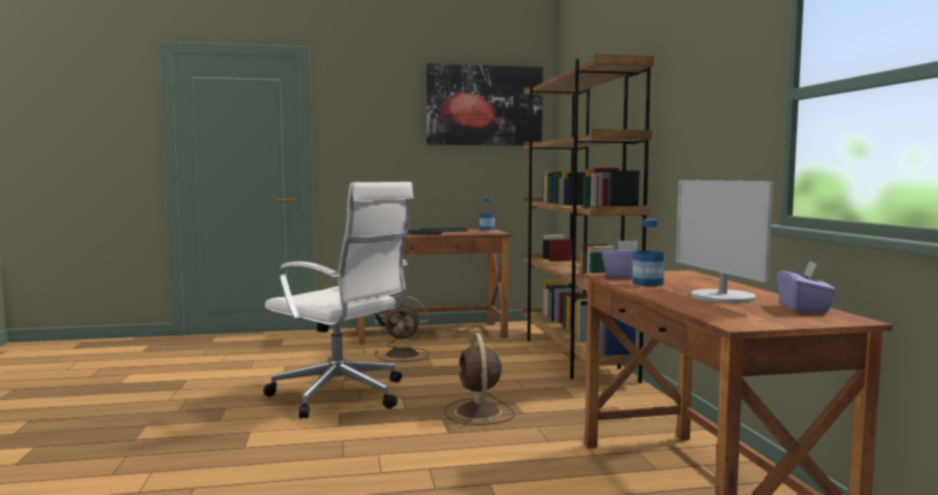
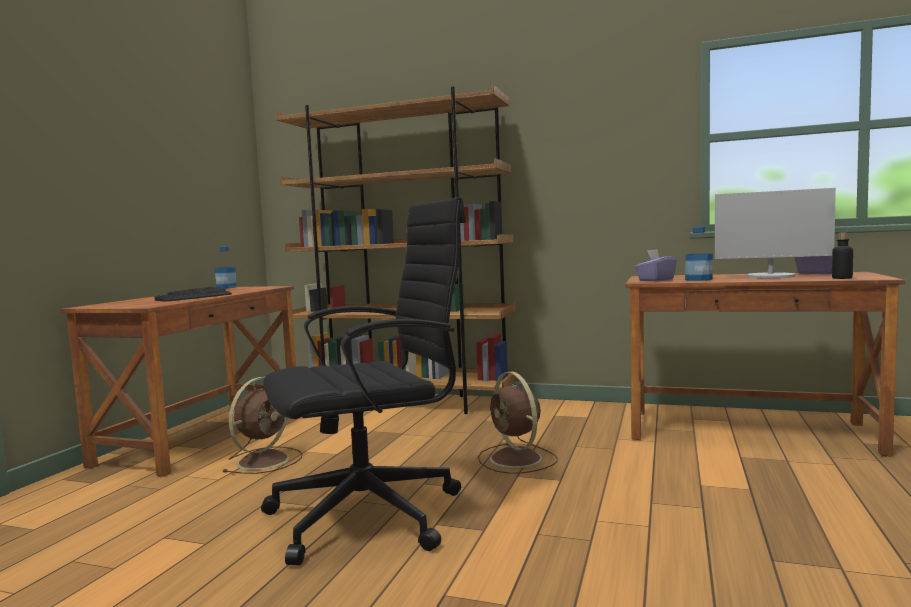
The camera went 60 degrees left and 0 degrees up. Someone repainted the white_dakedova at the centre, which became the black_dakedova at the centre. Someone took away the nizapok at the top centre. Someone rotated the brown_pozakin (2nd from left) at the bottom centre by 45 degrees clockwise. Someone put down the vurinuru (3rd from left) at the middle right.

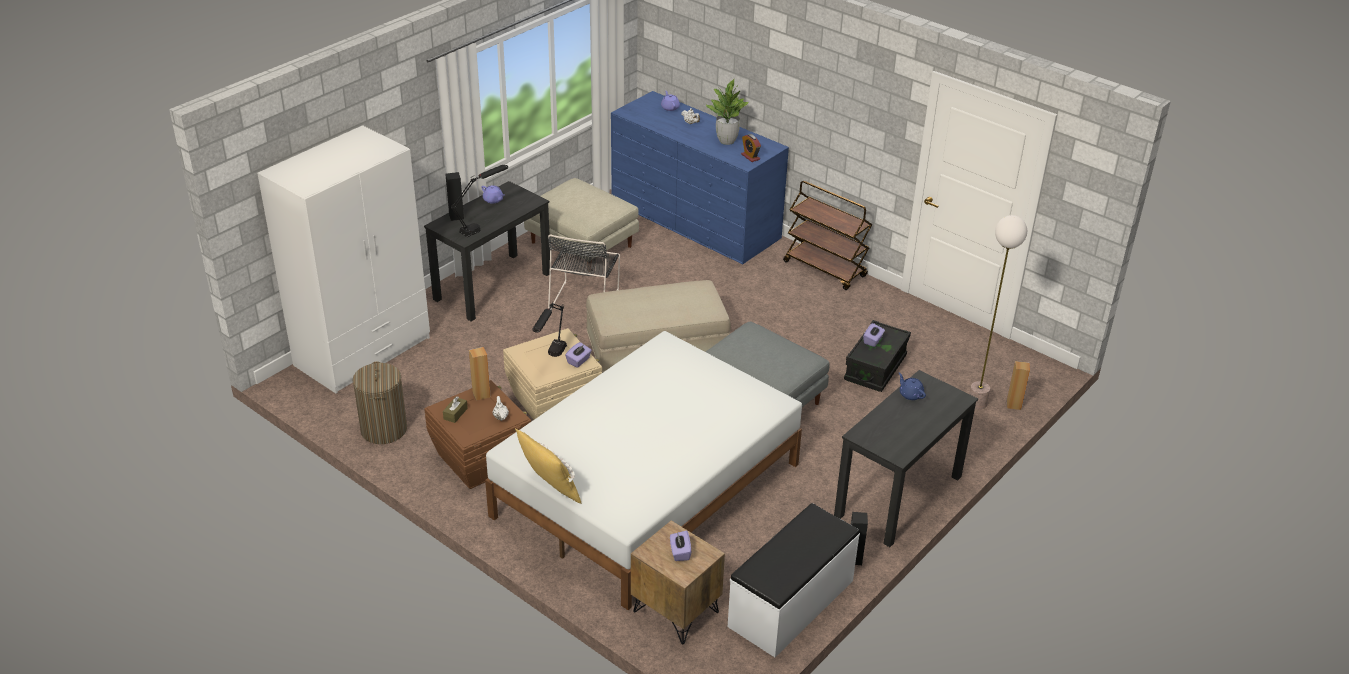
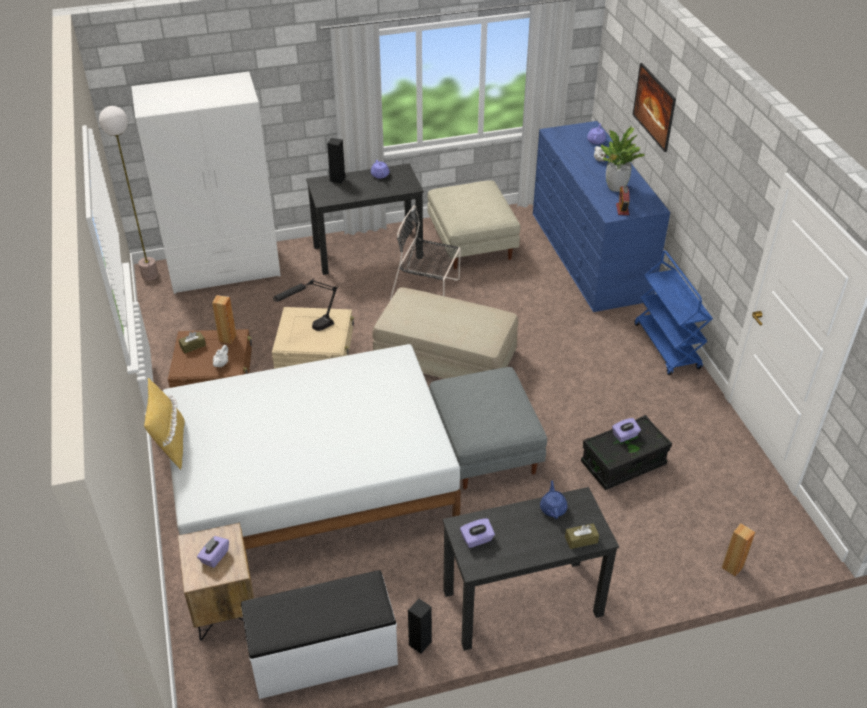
The camera went 35 degrees right and 5 degrees up. Someone took away the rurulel at the middle left. Someone took away the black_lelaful (1st from left) at the top centre. Someone rotated the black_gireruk at the centre by 60 degrees clockwise. Someone carried the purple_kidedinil (1st from left in the first image) from the centre to the bottom centre. Someone repainted the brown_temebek at the centre, which became the blue_temebek at the middle right. Someone carried the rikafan from the middle right to the top left. Someone put down the brown_kidedinil (2nd from left) at the bottom right. Someone put up the nizapok at the top right.

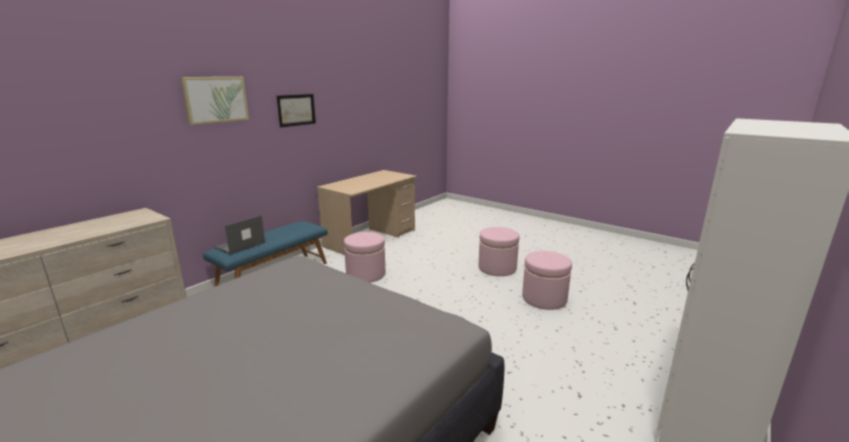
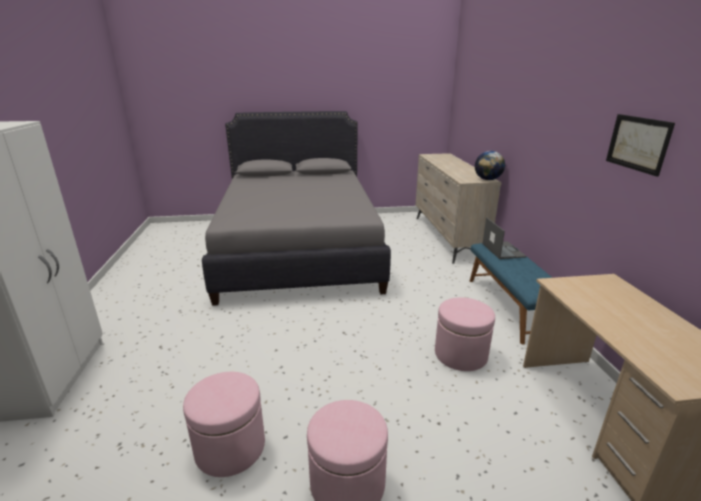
The camera went 135 degrees right and 5 degrees up. Someone took away the nizapok (1st from left) at the top left. Someone put down the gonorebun at the top right.

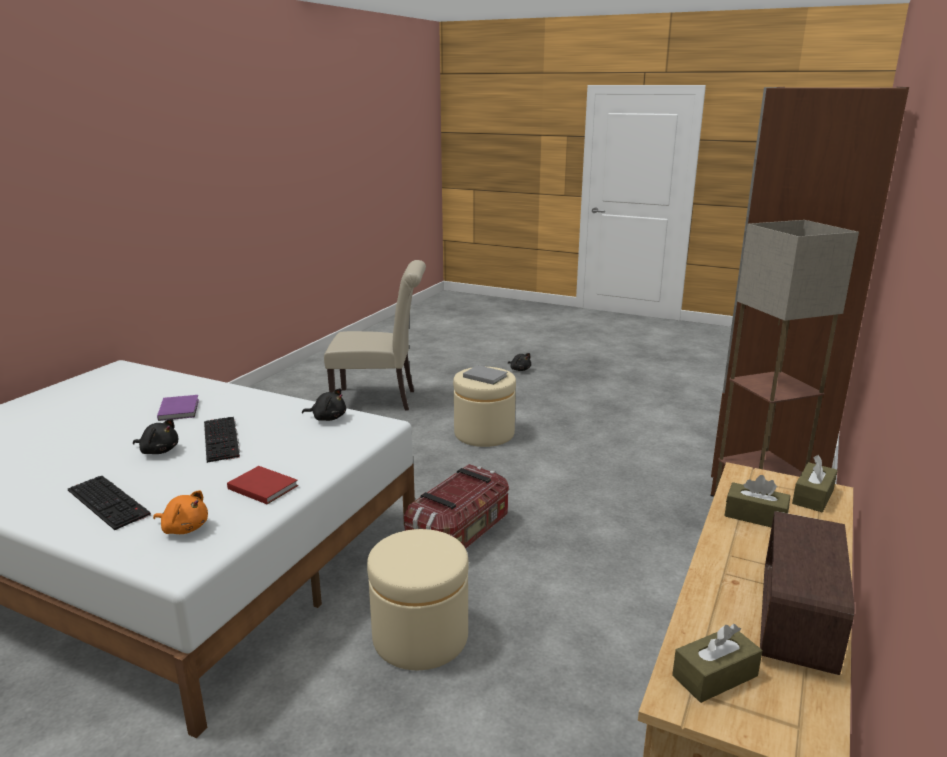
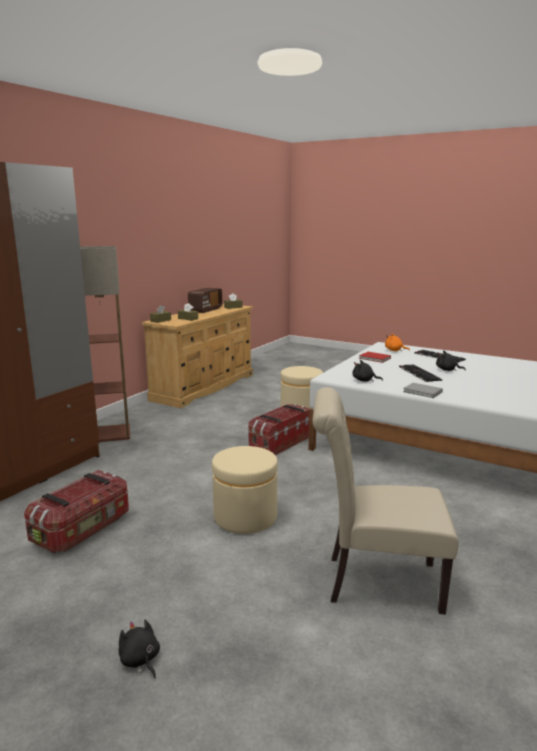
The camera went 175 degrees left and 5 degrees down. Someone took away the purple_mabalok at the middle left. Someone carried the grey_mabalok from the centre to the middle right. Someone put down the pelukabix (1st from left) at the bottom left.

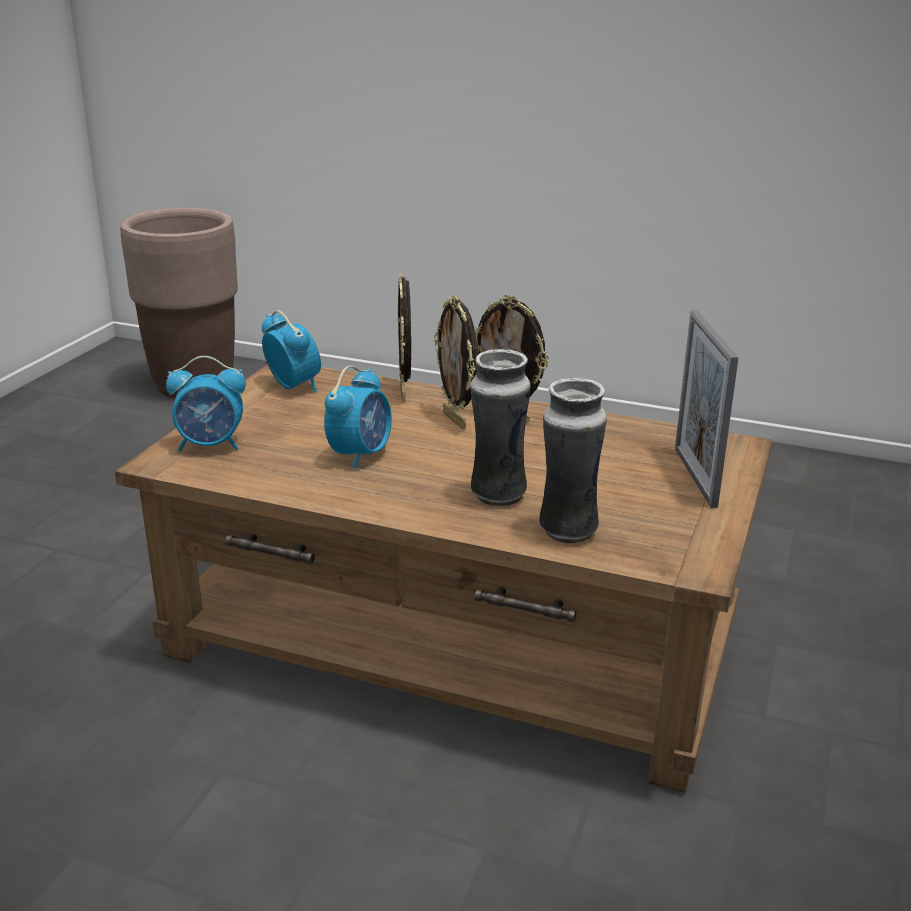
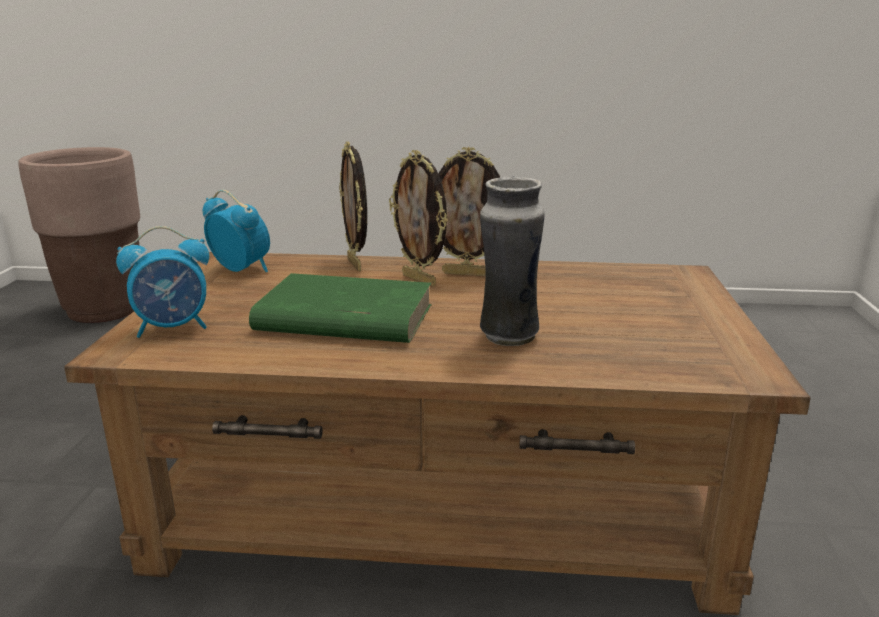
The camera went 15 degrees left and 5 degrees down. Someone swapped the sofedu (3rd from left) at the centre for the green_mabalok at the centre. Someone took away the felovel (2nd from left) at the centre. Someone took away the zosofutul (4th from left) at the middle right.

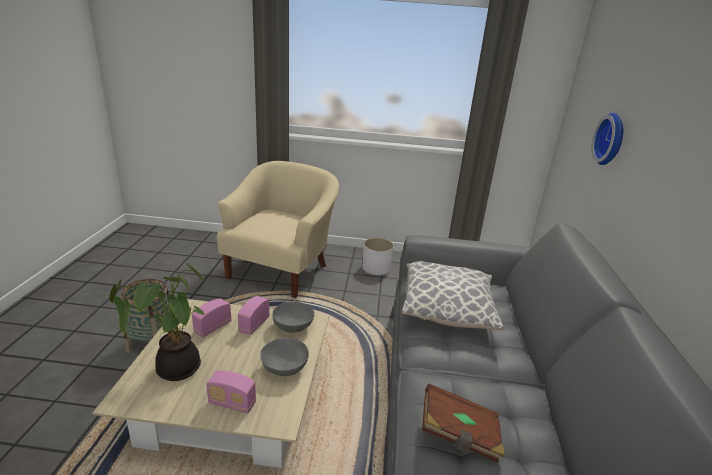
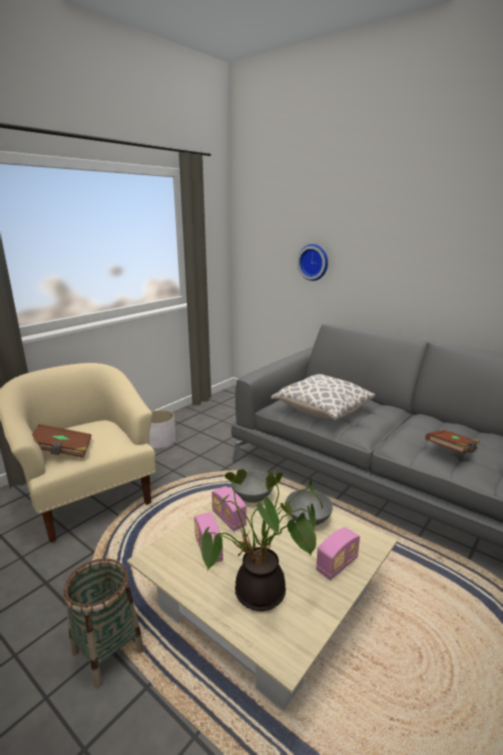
The camera went 55 degrees left and 5 degrees down. Someone put down the brown_mabalok (1st from left) at the middle left.

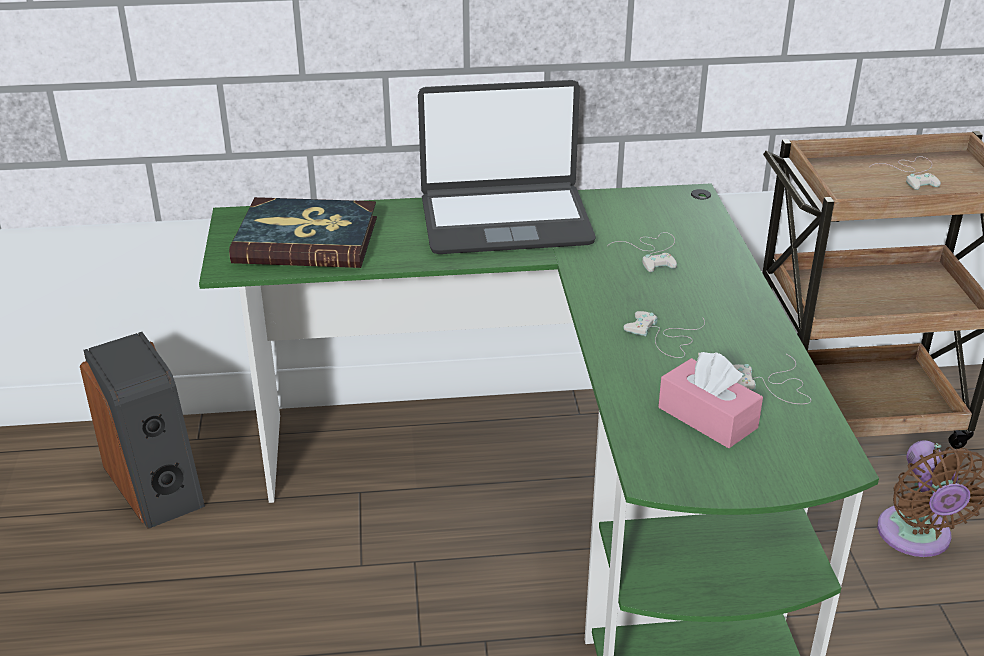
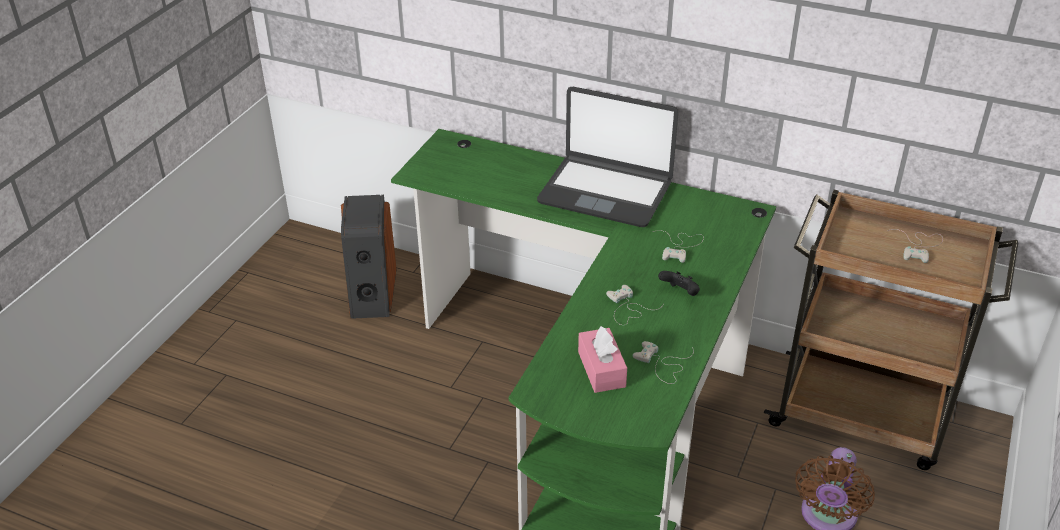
The camera went 30 degrees right and 5 degrees up. Someone took away the mabalok at the middle left. Someone put down the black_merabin at the centre.

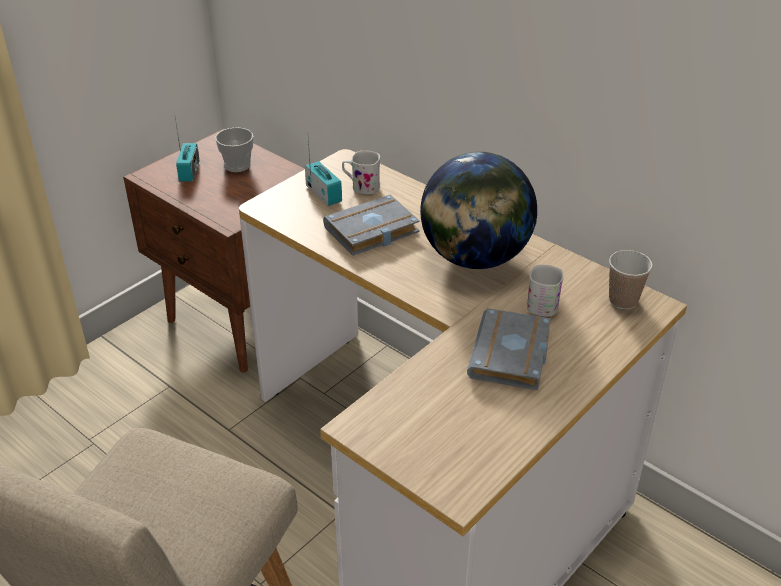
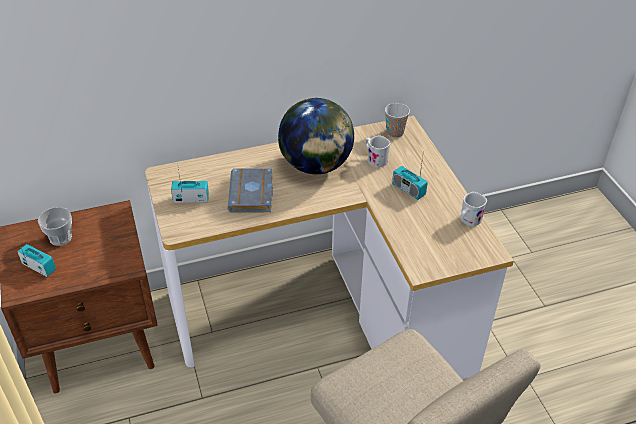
The camera went 60 degrees left and 5 degrees up. Someone carried the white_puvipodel (1st from left in the first image) from the top centre to the middle right. Someone swapped the grey_mabalok (2nd from left) at the centre for the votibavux (3rd from left) at the centre.

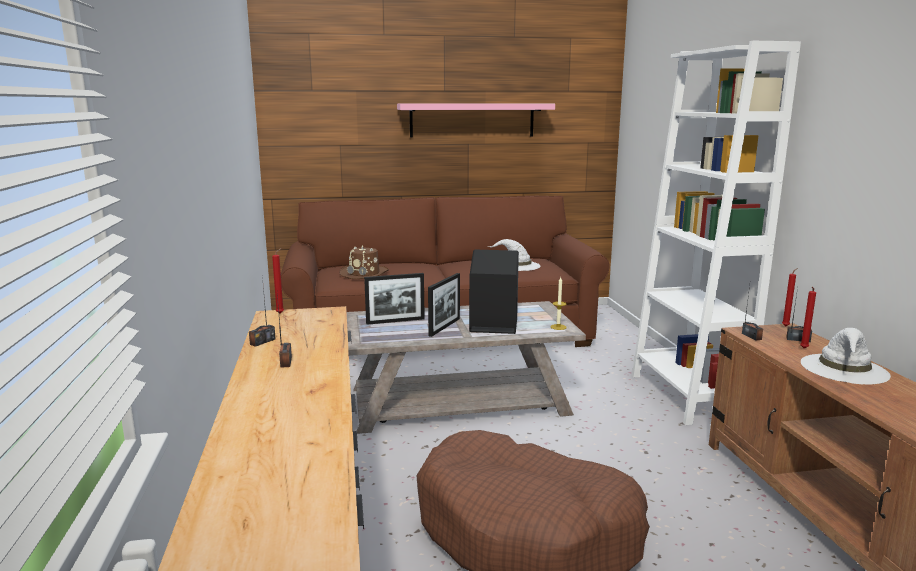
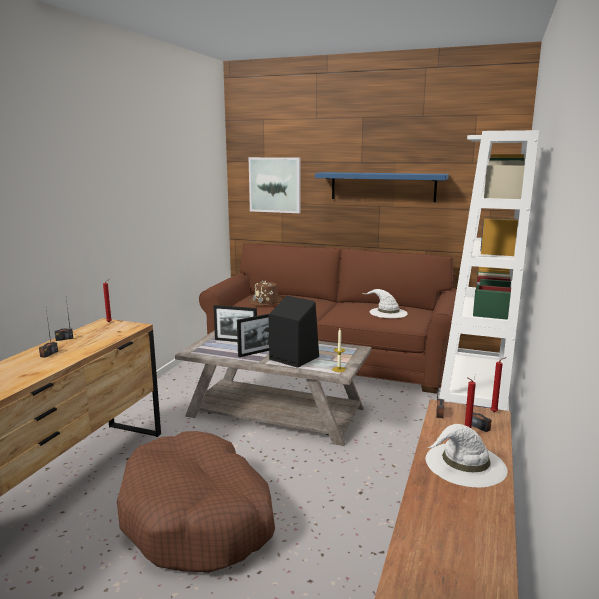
The camera went 30 degrees right and 0 degrees up. Someone repainted the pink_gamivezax at the top centre, which became the blue_gamivezax at the top centre. Someone put up the nizapok at the top centre.

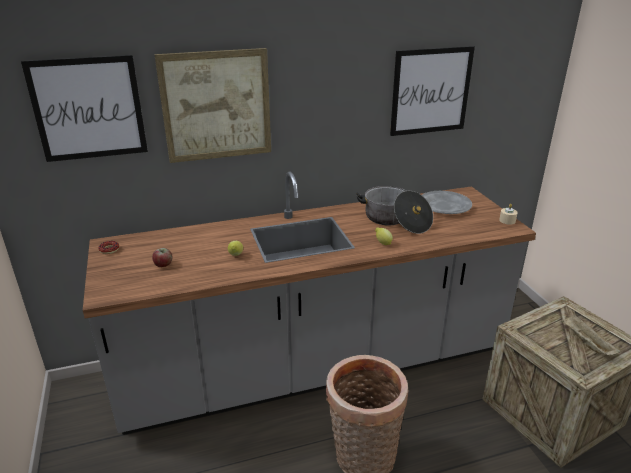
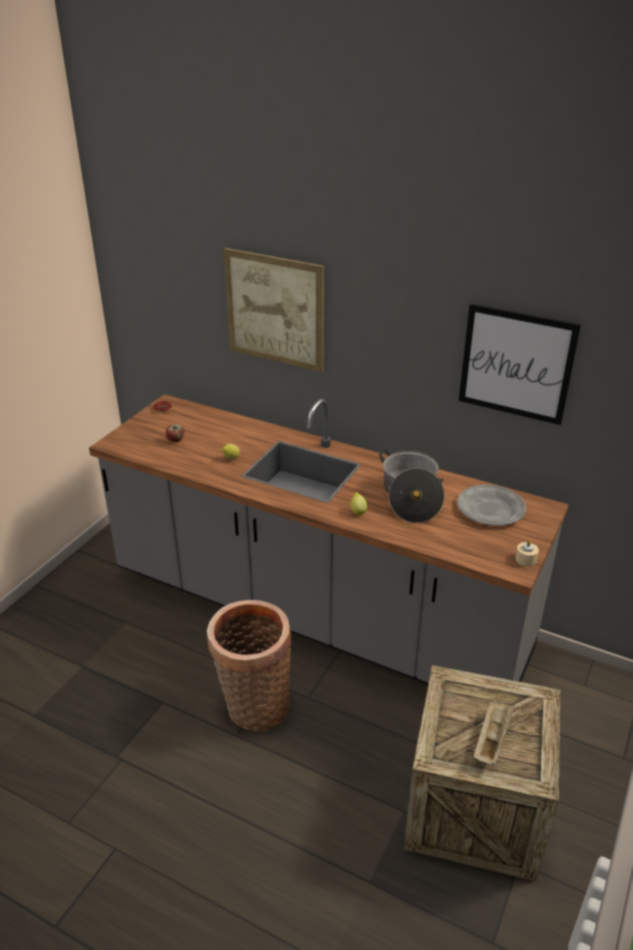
The camera went 45 degrees right and 5 degrees up. Someone took away the nizapok (1st from left) at the top left.

